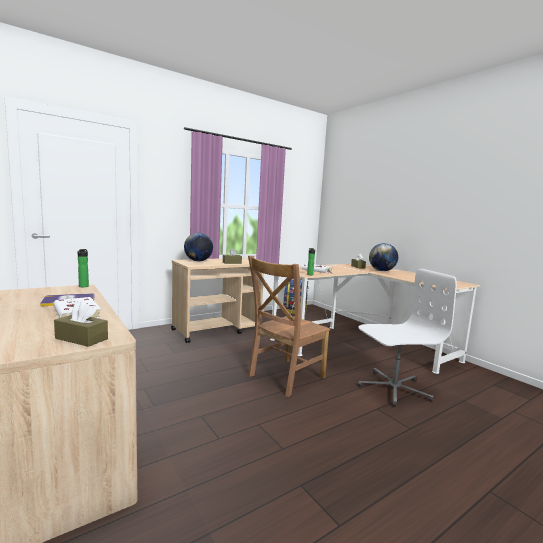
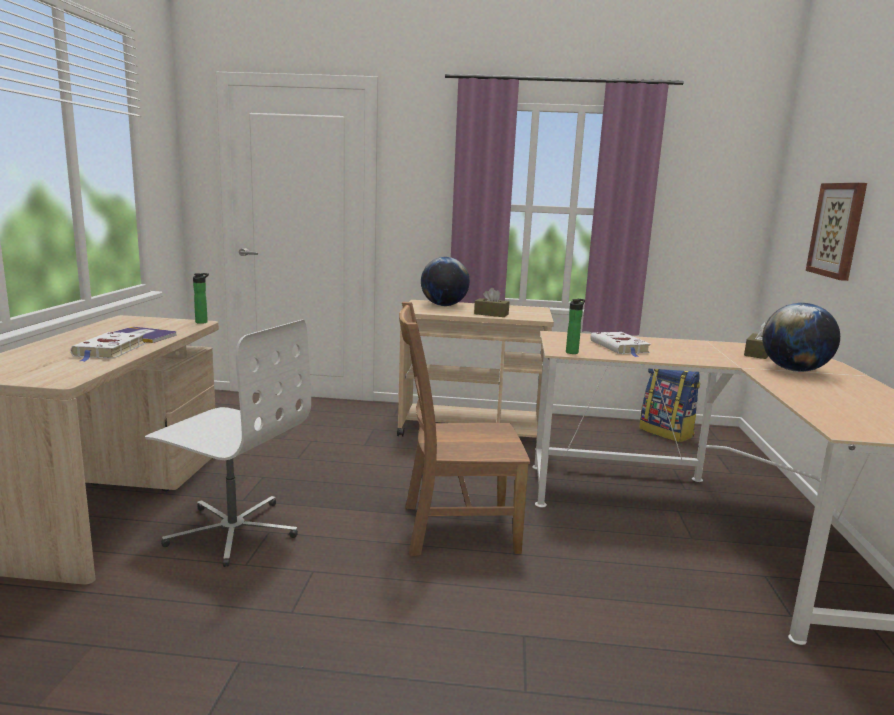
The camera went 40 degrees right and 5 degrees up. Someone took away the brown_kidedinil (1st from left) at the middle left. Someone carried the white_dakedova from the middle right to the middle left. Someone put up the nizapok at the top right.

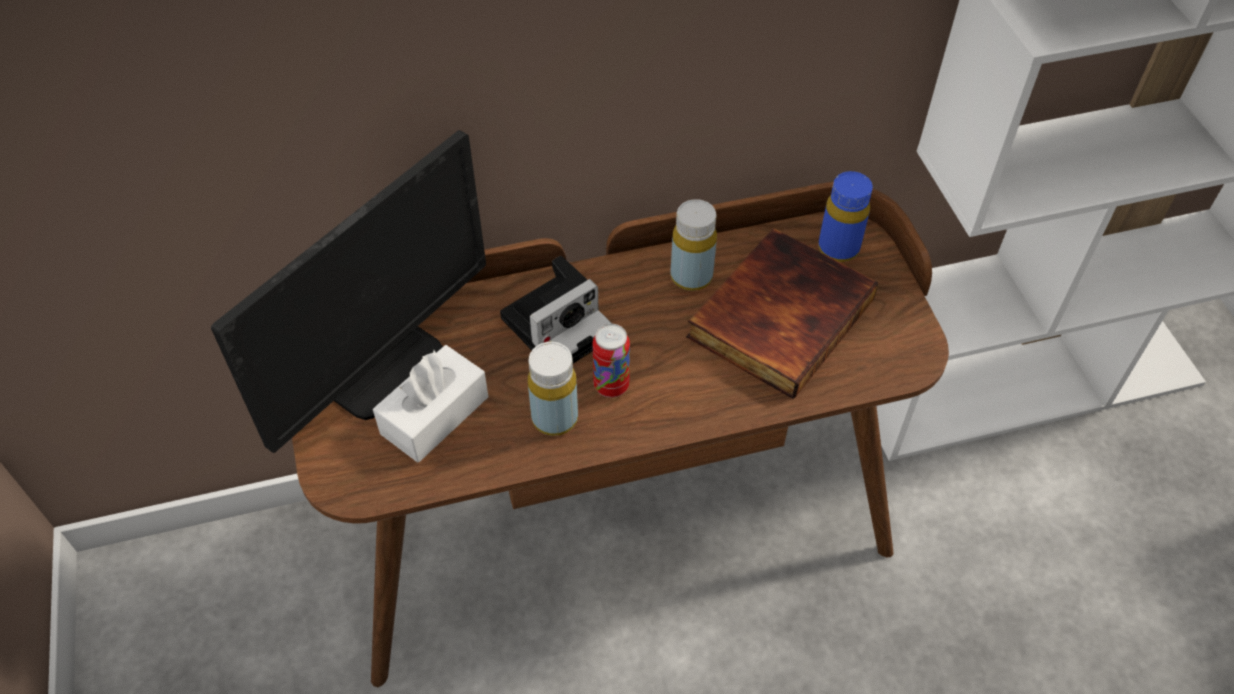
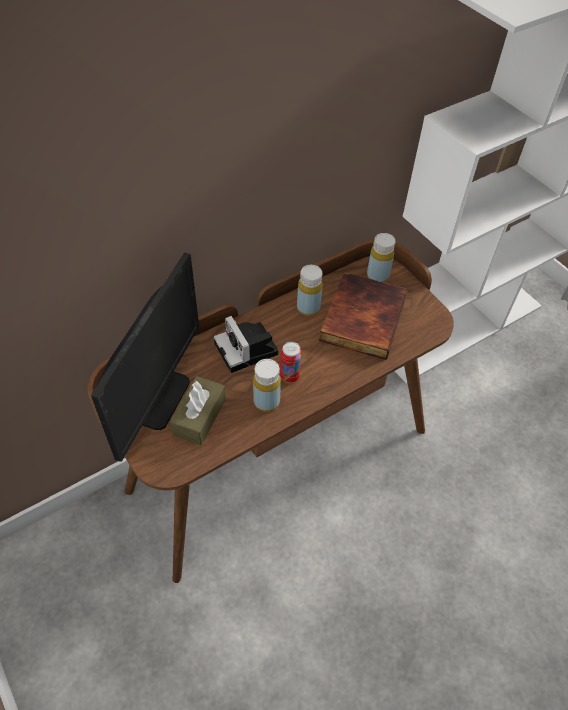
The camera went 20 degrees left and 0 degrees up. Someone repainted the white_kidedinil at the centre, which became the brown_kidedinil at the centre. Someone rotated the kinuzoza at the centre by 120 degrees clockwise. Someone repainted the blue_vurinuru at the top right, which became the yellow_vurinuru (3rd from left) at the middle right.

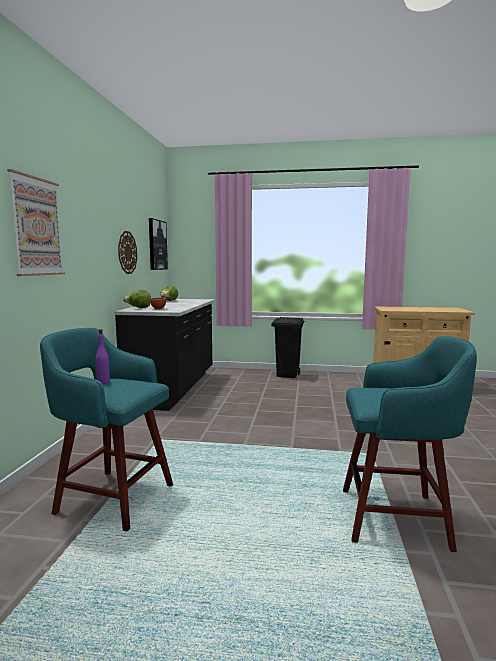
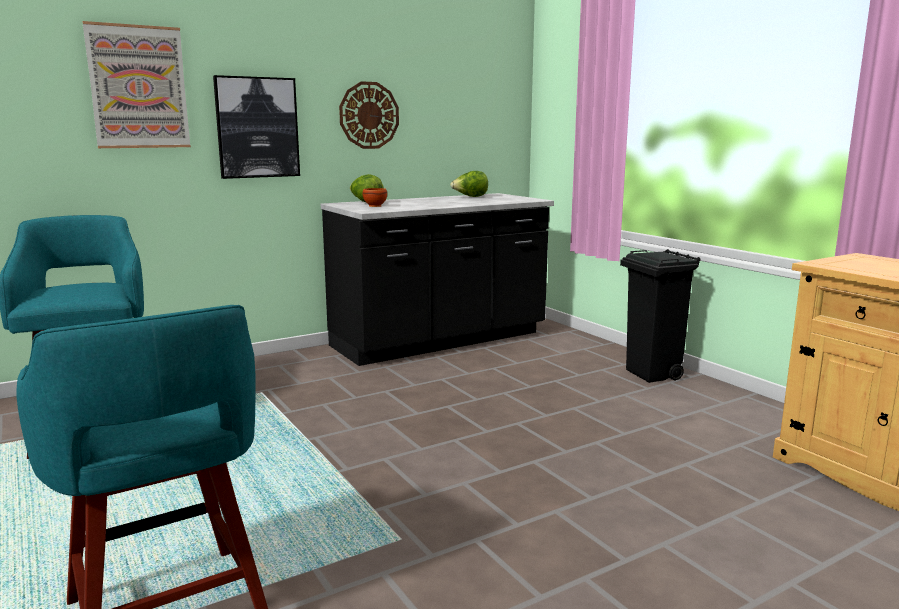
The camera went 50 degrees right and 5 degrees up. Someone took away the purple_vurinuru at the middle left. Someone carried the nizapok (2nd from left) from the middle left to the top left.

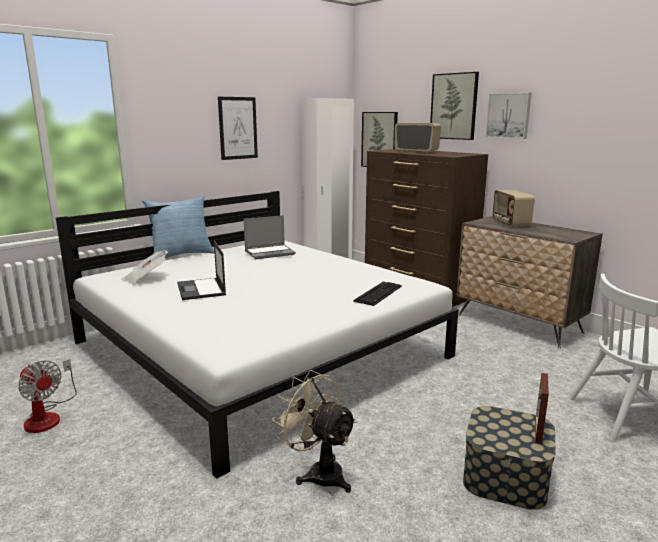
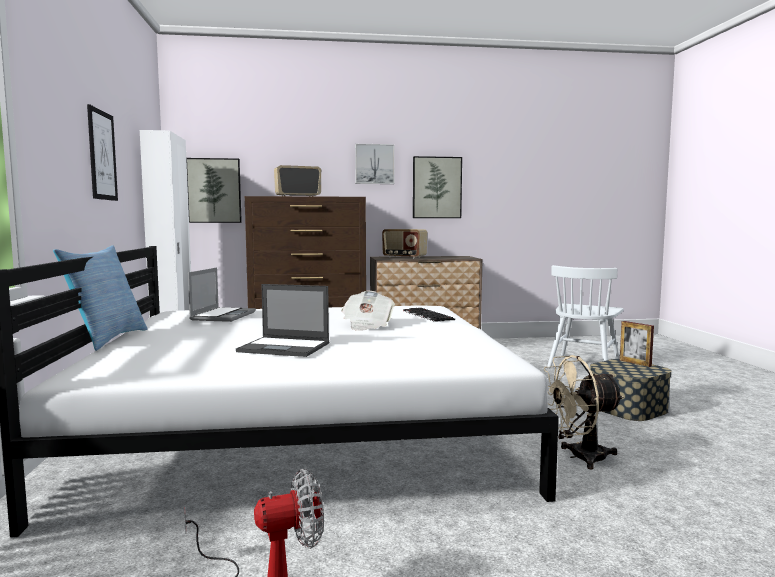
The camera went 55 degrees left and 10 degrees down. Someone carried the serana from the middle left to the centre. Someone carried the nizapok (3rd from left in the first image) from the top right to the top centre.

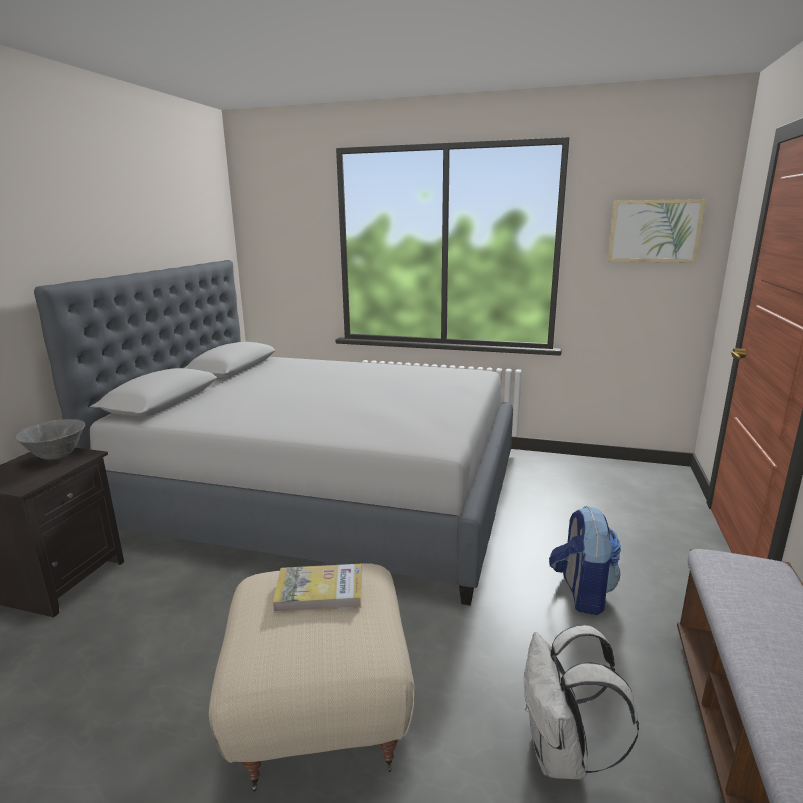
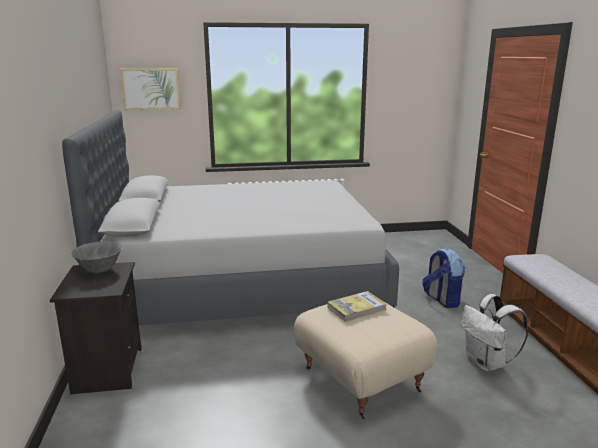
The camera went 25 degrees left and 0 degrees up. Someone carried the nizapok from the top right to the top left.

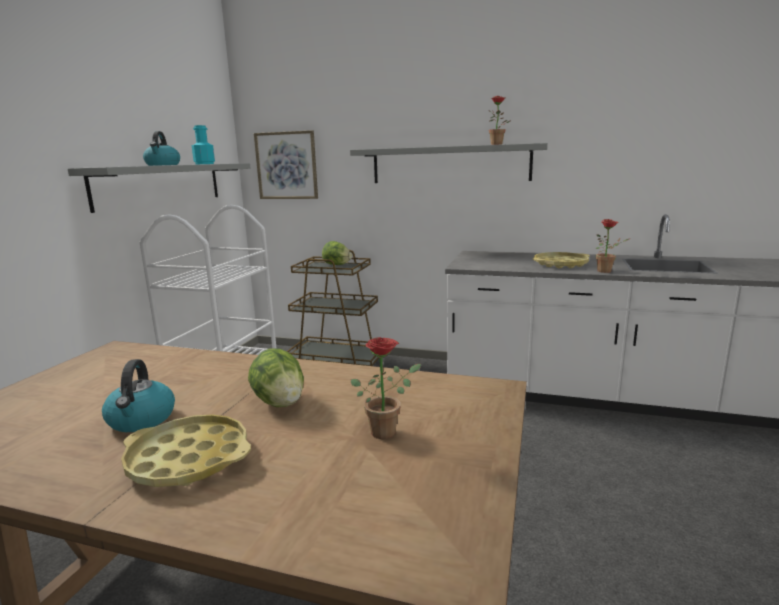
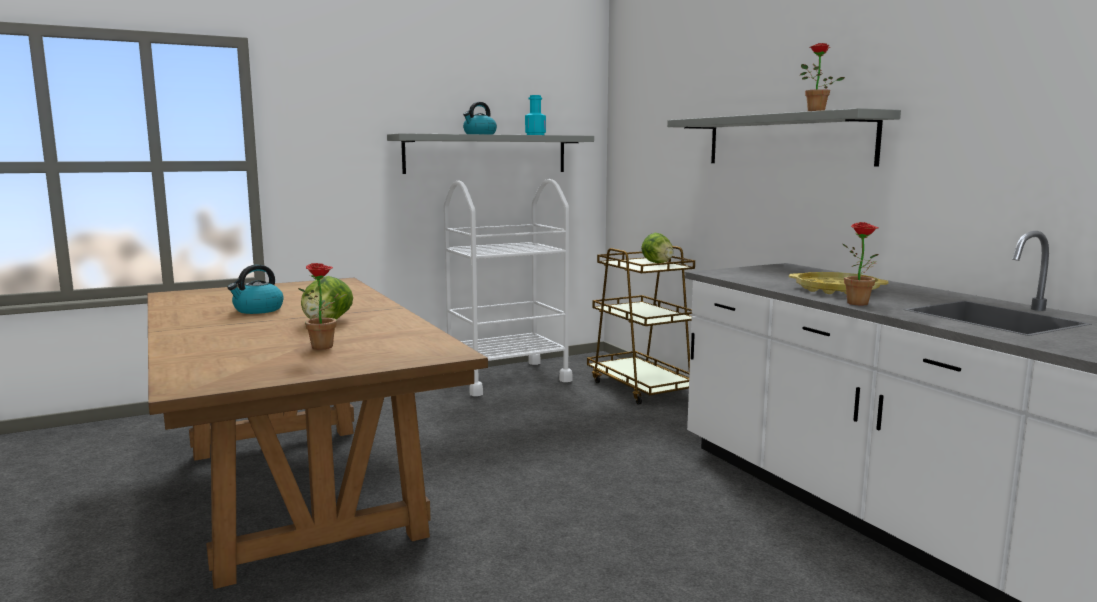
The camera went 45 degrees right and 5 degrees down. Someone took away the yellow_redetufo (1st from left) at the bottom left. Someone took away the nizapok at the top centre.

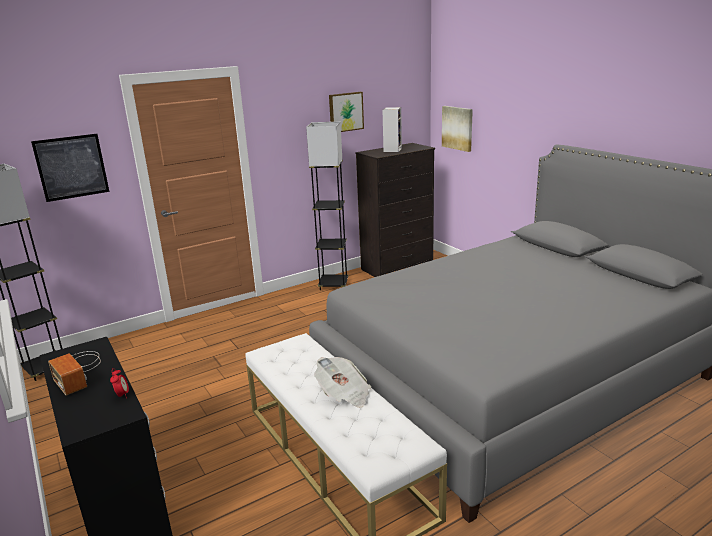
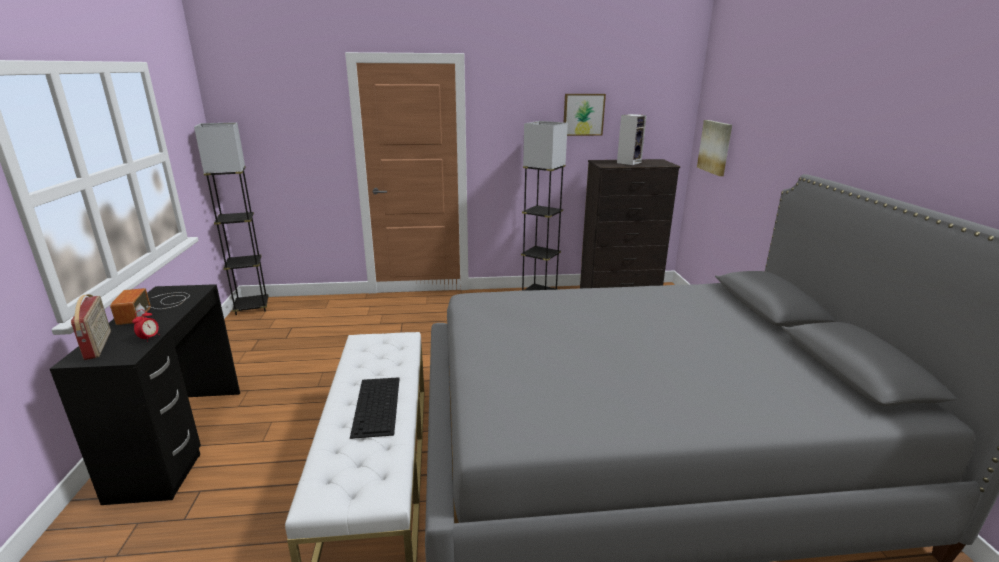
The camera went 25 degrees right and 0 degrees up. Someone took away the nizapok (1st from left) at the top left. Someone swapped the serana at the bottom centre for the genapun at the bottom centre. Someone put down the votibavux (1st from left) at the middle left.

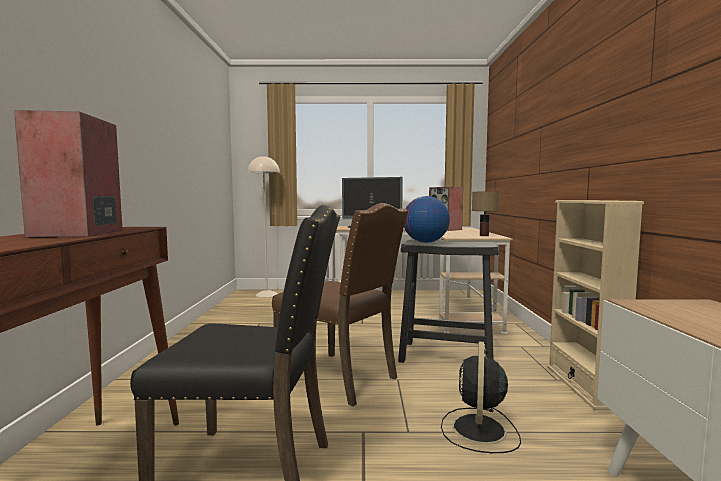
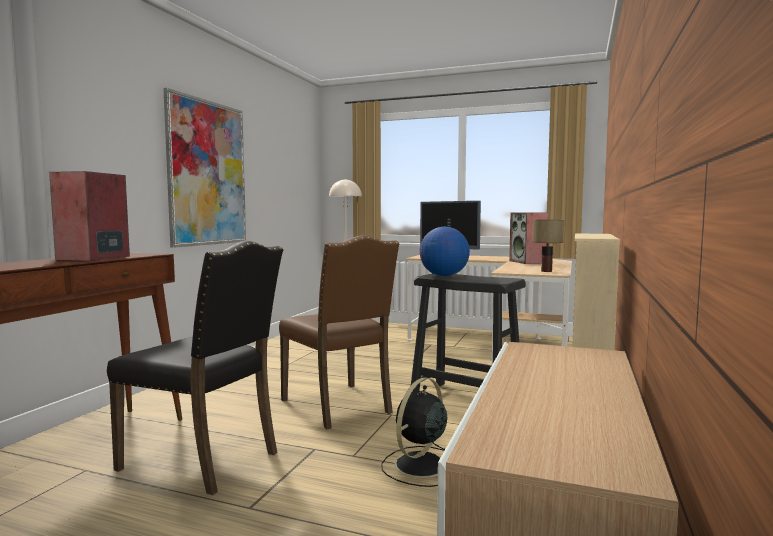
The camera went 20 degrees right and 0 degrees up. Someone put up the nizapok at the top left.

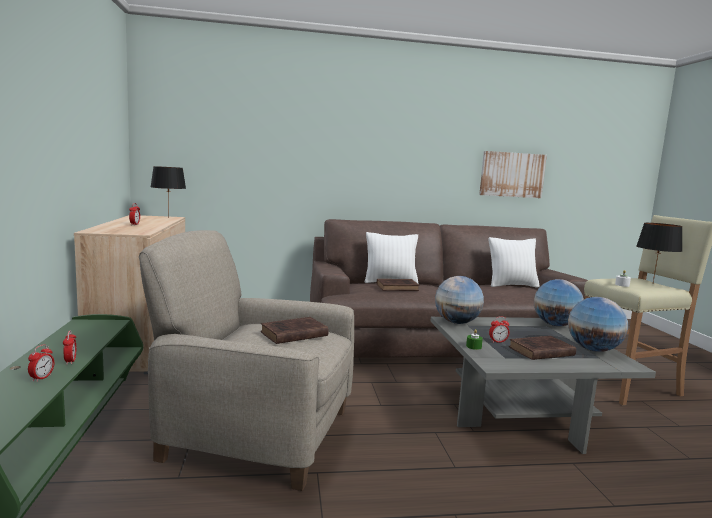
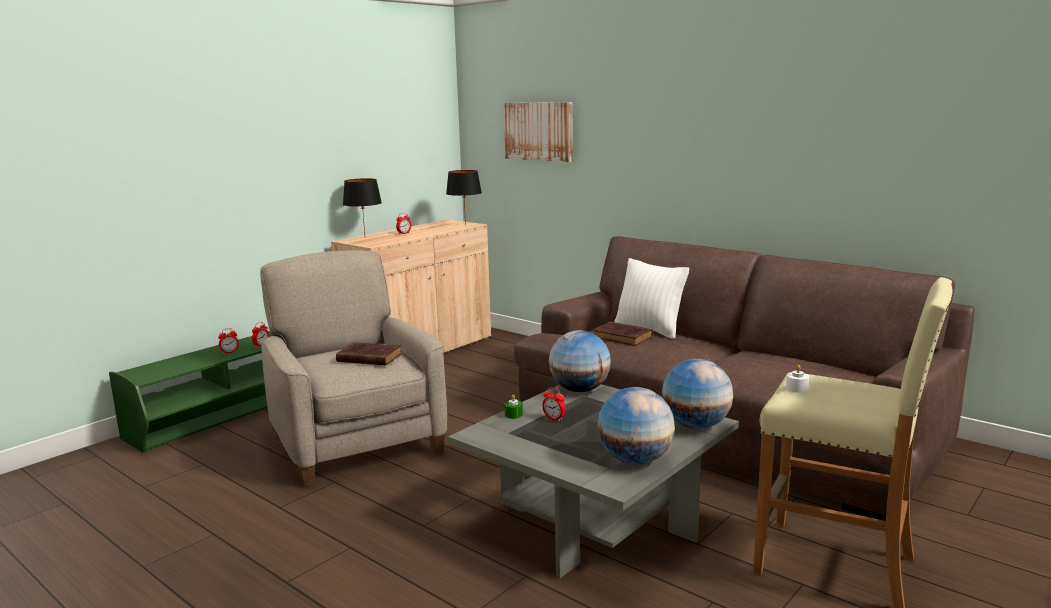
The camera went 50 degrees right and 5 degrees up. Someone carried the nizapok from the middle right to the top centre. Someone took away the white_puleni (2nd from left) at the middle right. Someone took away the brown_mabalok (3rd from left) at the bottom right. Someone carried the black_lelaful (2nd from left in the first image) from the middle right to the centre.

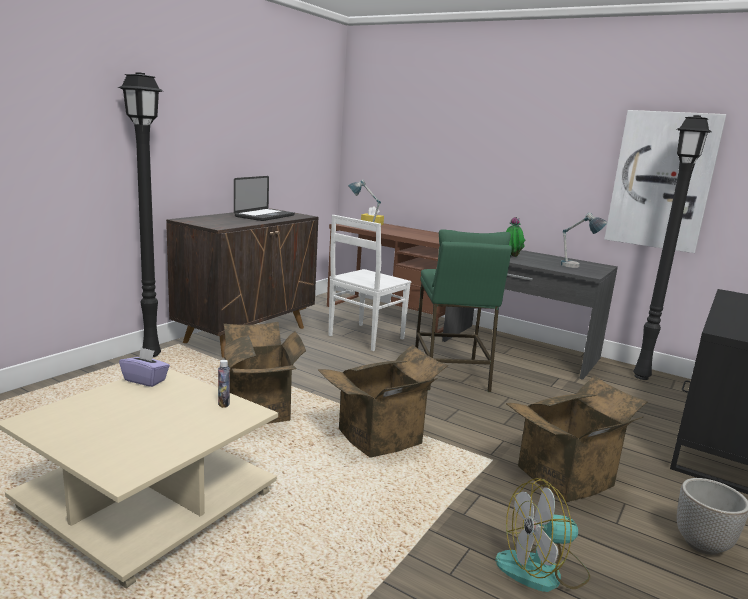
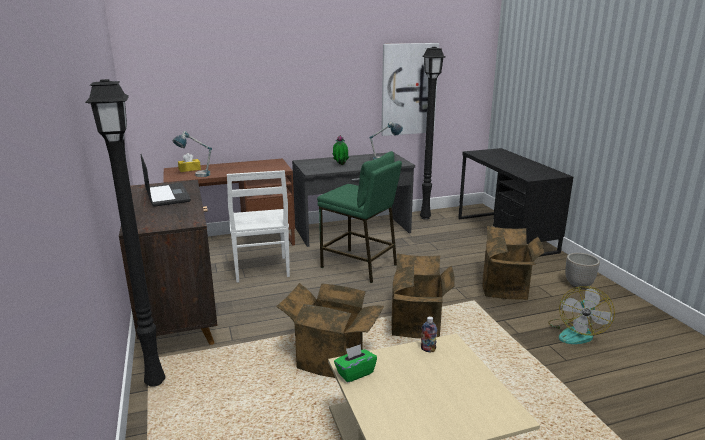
The camera went 50 degrees left and 5 degrees up. Someone repainted the purple_kidedinil at the middle left, which became the green_kidedinil at the bottom centre.

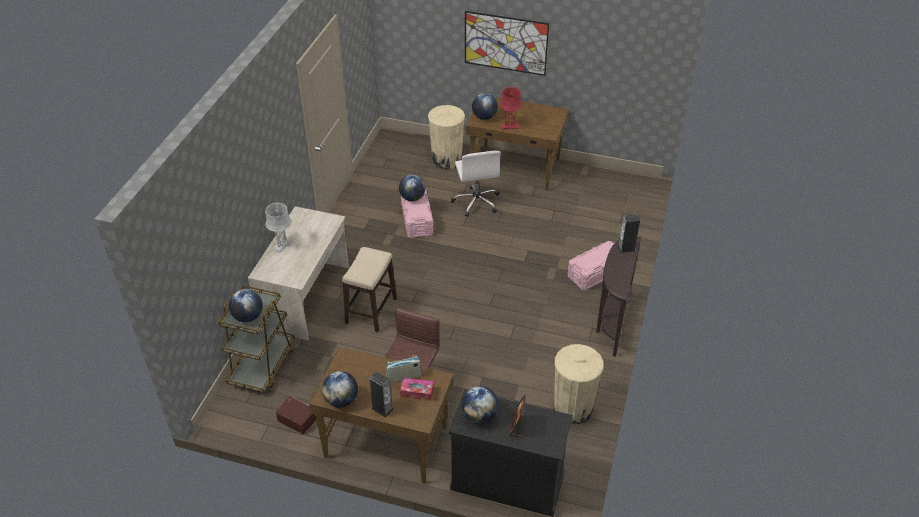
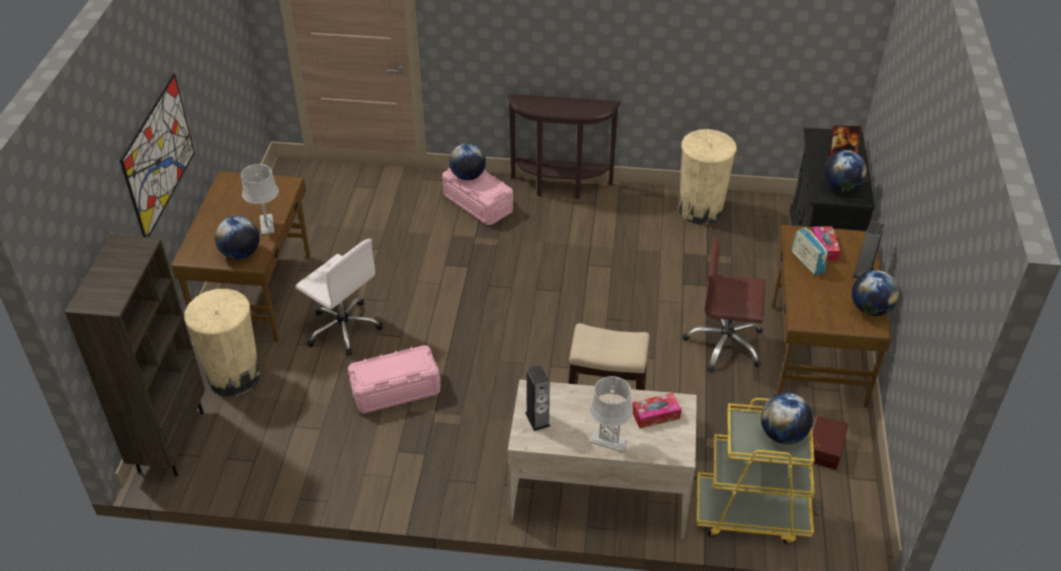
The camera went 100 degrees left and 0 degrees up. Someone repainted the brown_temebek at the middle left, which became the yellow_temebek at the bottom right. Someone carried the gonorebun (3rd from left in the first image) from the centre to the top centre. Someone rotated the white_dakedova at the centre by 60 degrees clockwise. Someone repainted the red_lelaful at the top centre, which became the grey_lelaful (1st from left) at the middle left. Someone carried the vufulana (2nd from left in the first image) from the middle right to the bottom centre. Someone put down the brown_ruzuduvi at the middle left. Someone put down the kidedinil (1st from left) at the bottom centre.

